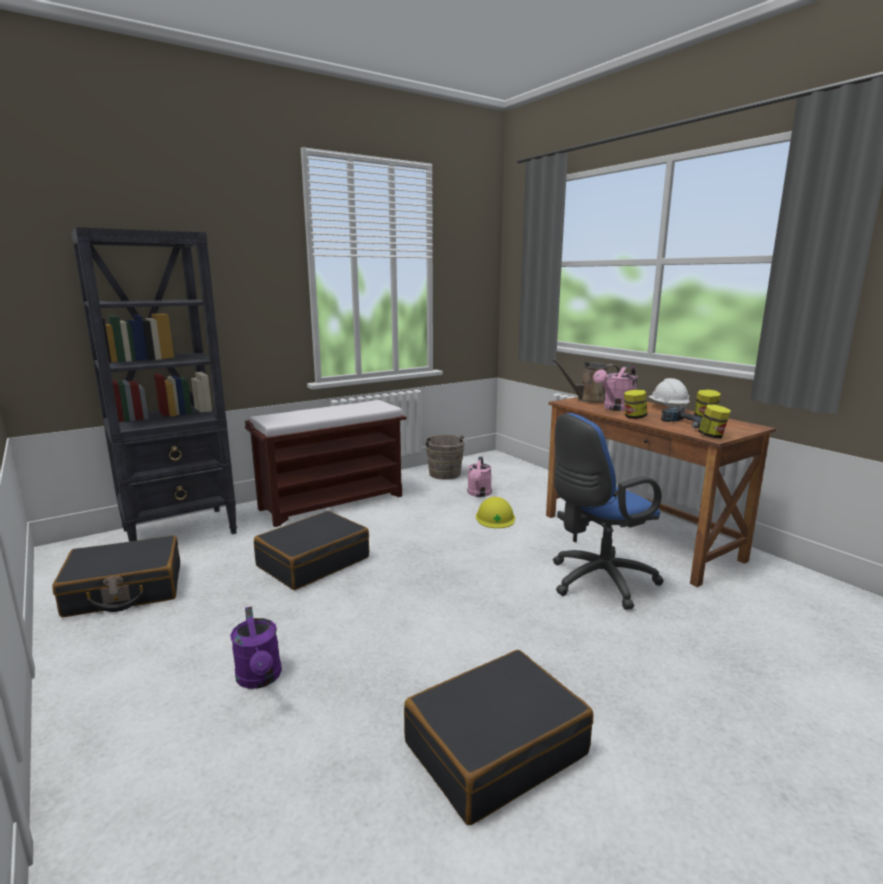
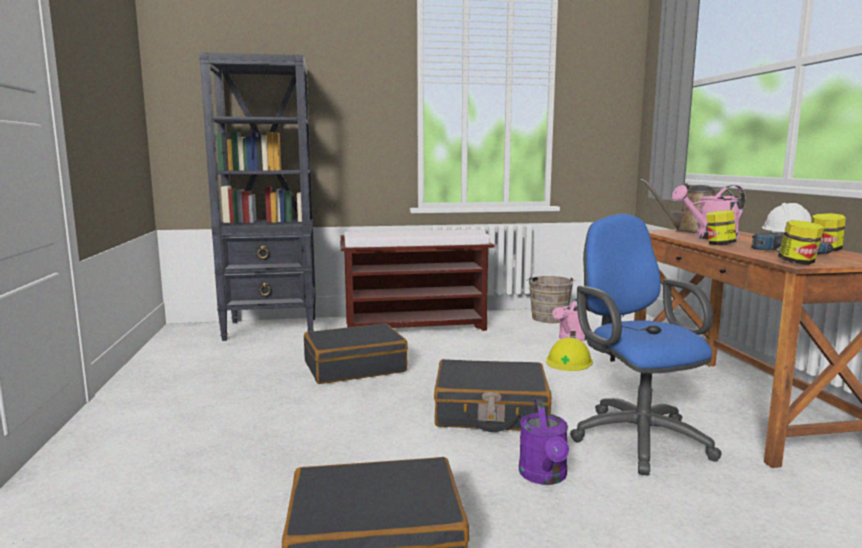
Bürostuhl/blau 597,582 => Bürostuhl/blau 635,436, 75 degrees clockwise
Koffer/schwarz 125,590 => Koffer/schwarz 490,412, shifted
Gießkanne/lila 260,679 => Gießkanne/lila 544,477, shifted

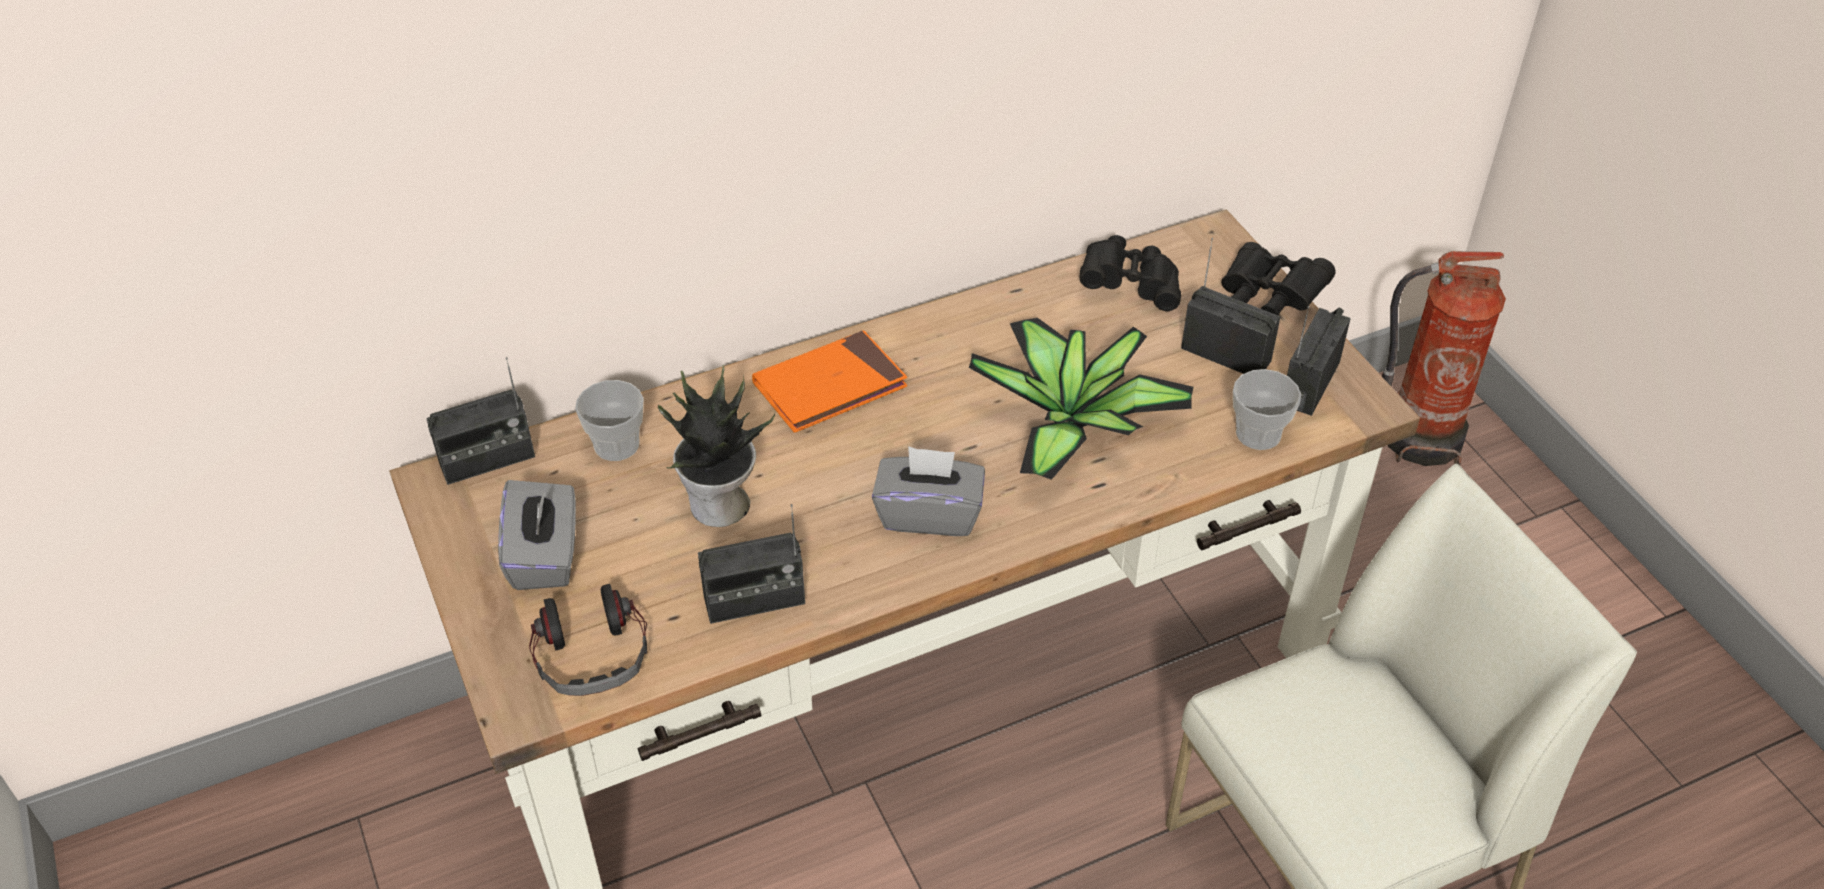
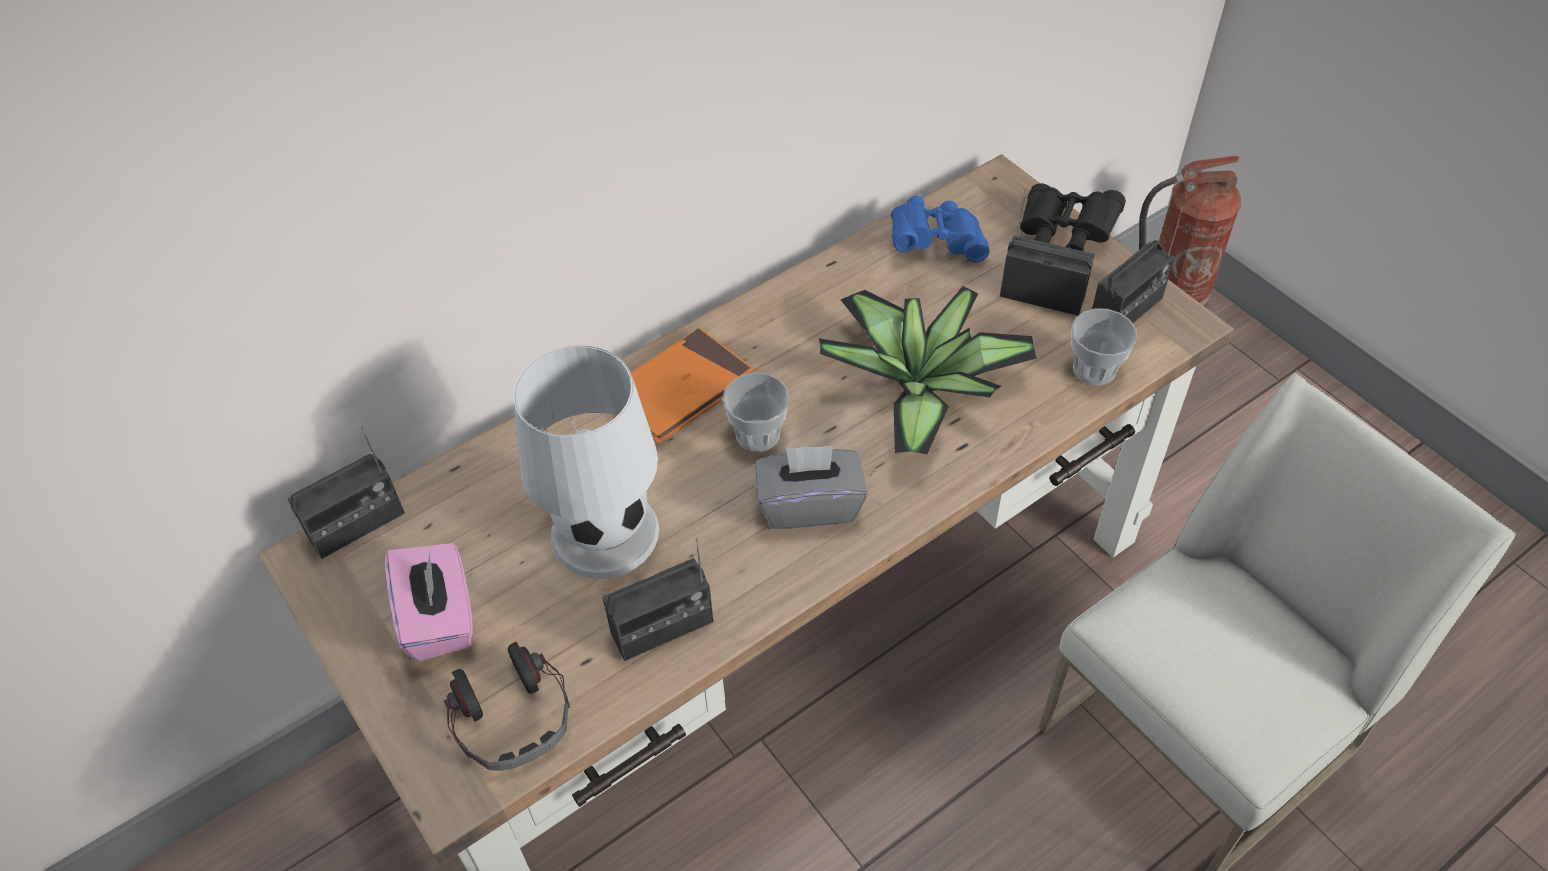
Fernglas/schwarz 1130,286 => Fernglas/blau 936,242
Radio 1309,383 => Radio 1126,311, 150 degrees counterclockwise
Topfpflanze 720,507 => Tischlampe/weiß 604,533
Tasse 616,445 => Tasse 758,434, shifted
Taschentuchbox/grau 545,556 => Taschentuchbox/rosa 439,619

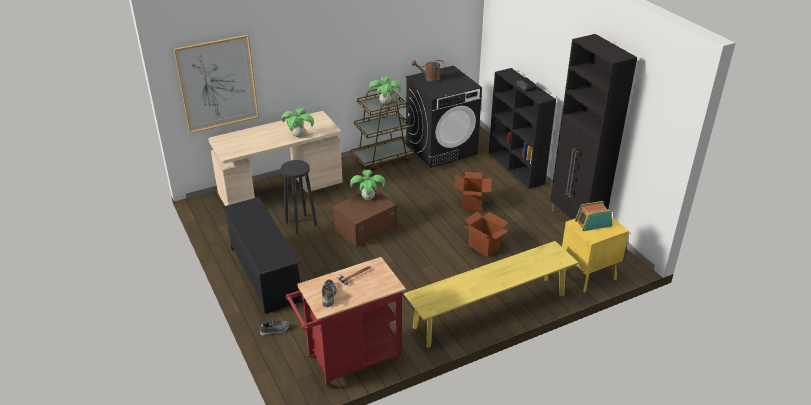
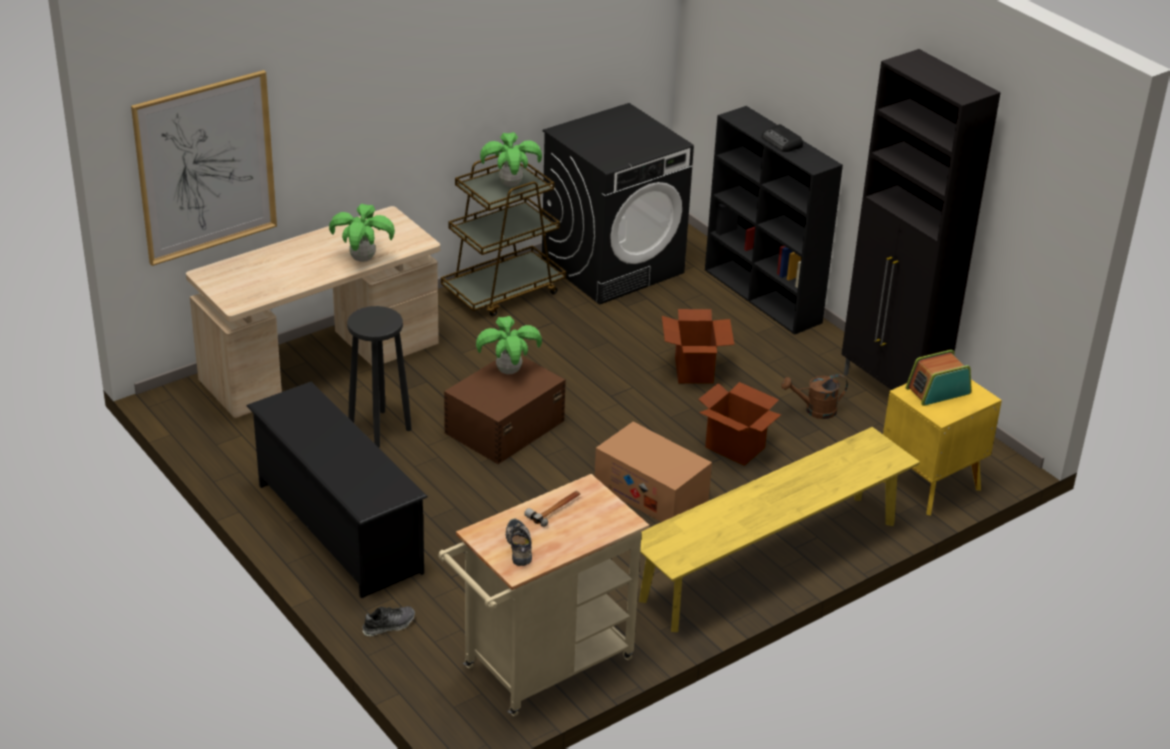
Gießkanne/braun 429,79 => Gießkanne/braun 815,410, shifted
Rollwagen/rot 349,362 => Rollwagen/beige 540,668
nothing => Karton 651,492

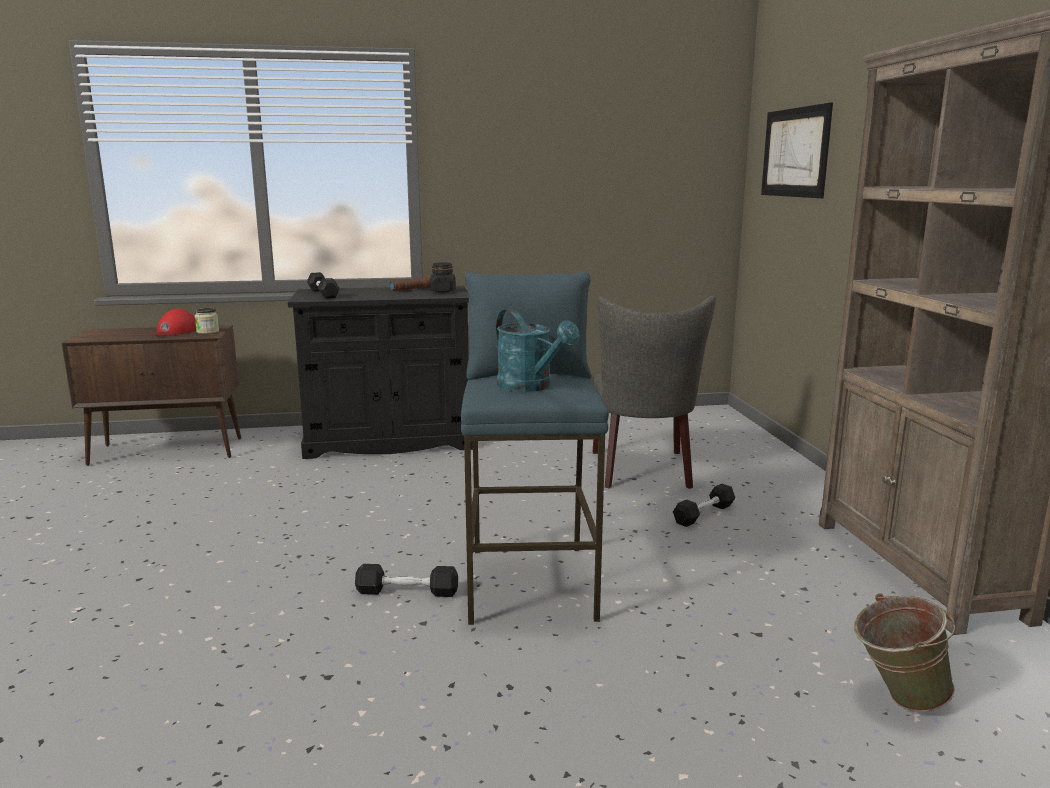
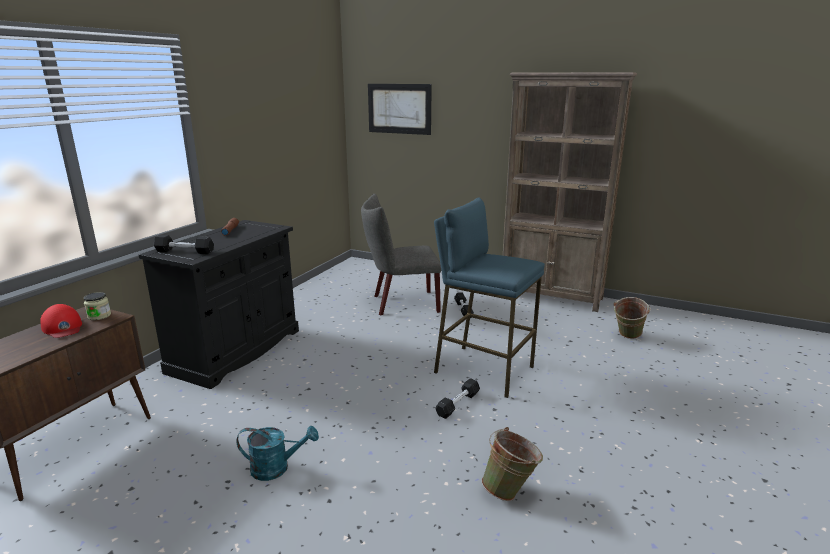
Vorratsglas/schwarz 443,291 => nothing
Stuhl/grau 643,472 => Stuhl/grau 401,303, 135 degrees clockwise
Gießkanne/türkis 531,387 => Gießkanne/türkis 277,468, shifted
nothing => Eimer/grün 510,490

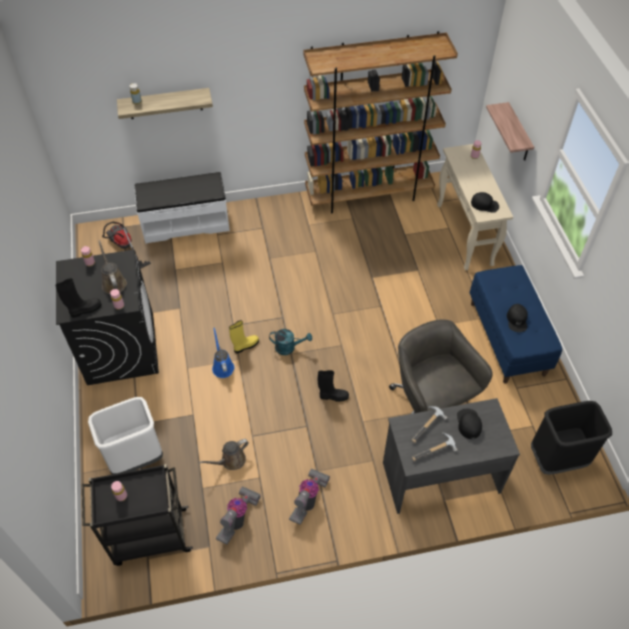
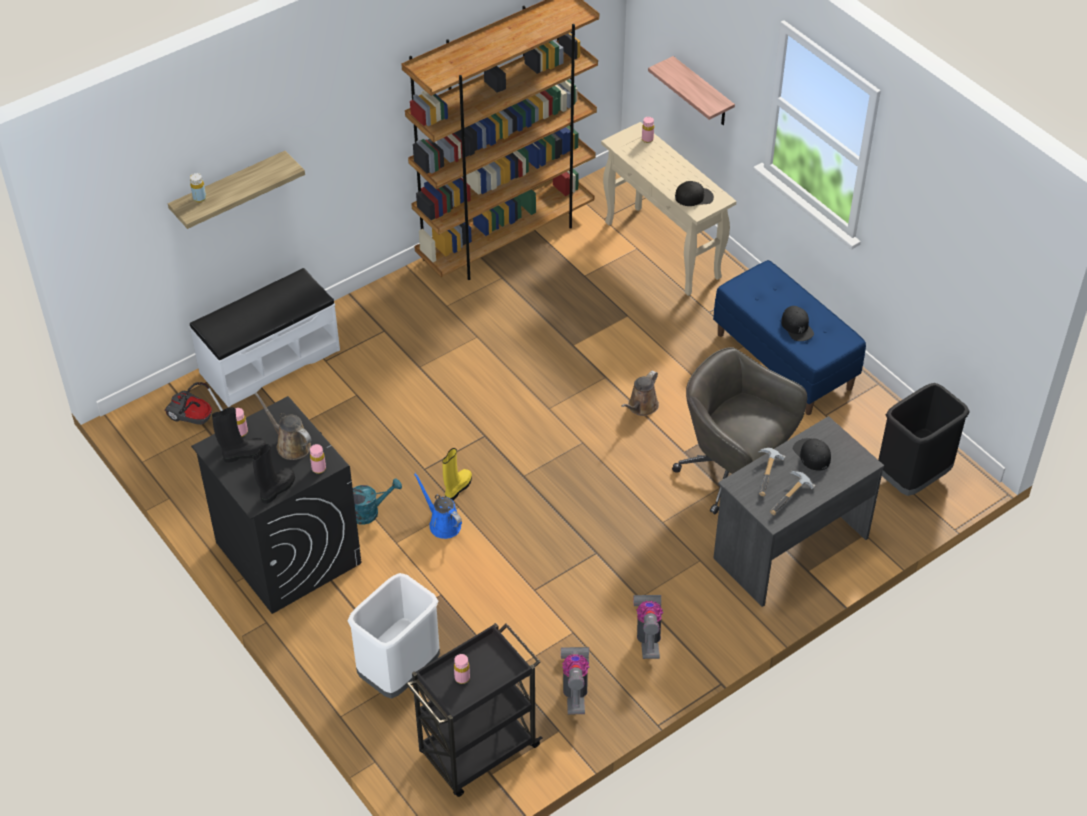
Gießkanne/türkis 289,347 => Gießkanne/türkis 369,512, shifted
Stiefel/schwarz 333,396 => Stiefel/schwarz 243,454, shifted
Gießkanne/braun 231,461 => Gießkanne/braun 641,407, shifted

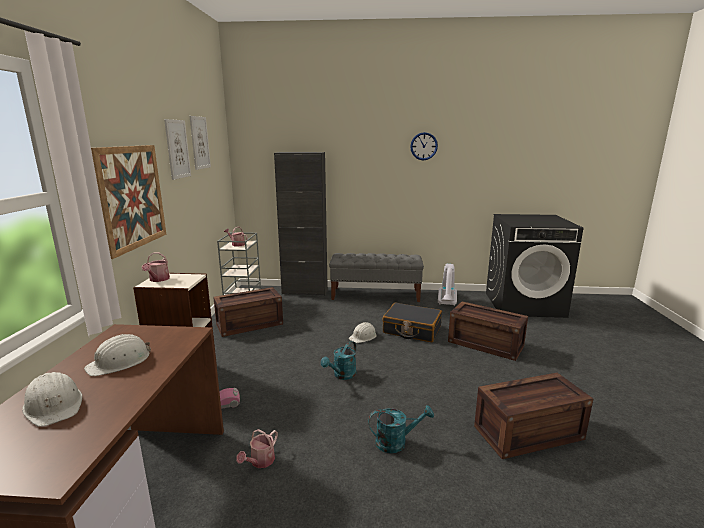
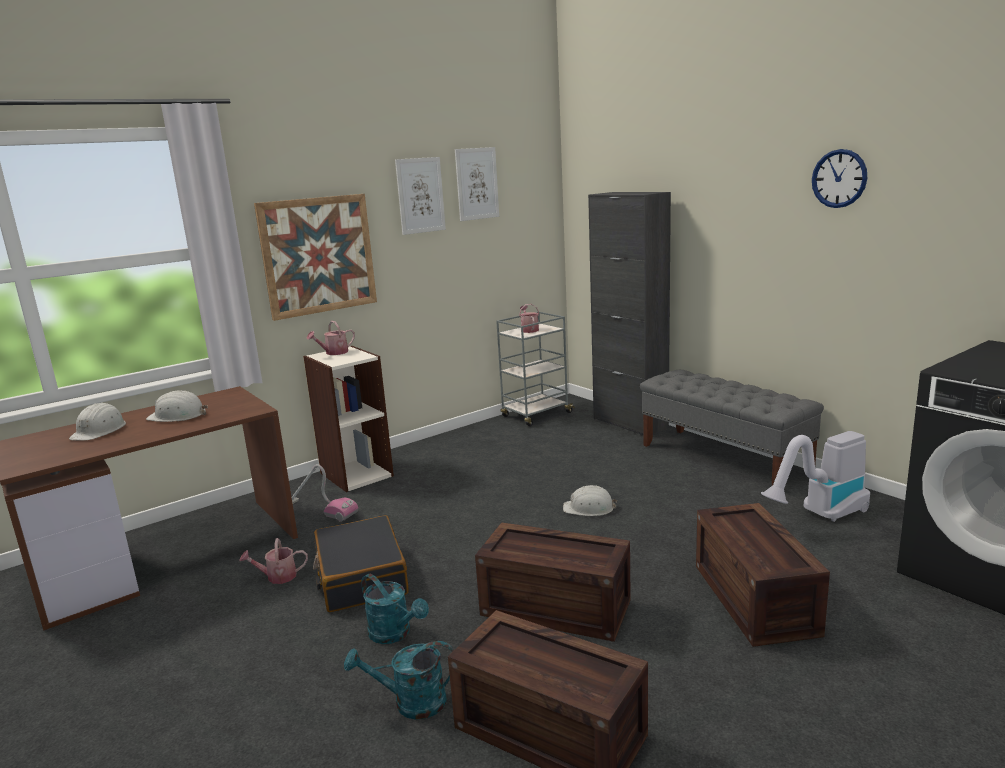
Kiste 250,324 => Kiste 558,607, shifted
Koffer/schwarz 411,330 => Koffer/schwarz 361,577, shifted
Gießkanne/türkis 342,375 => Gießkanne/türkis 410,703, shifted

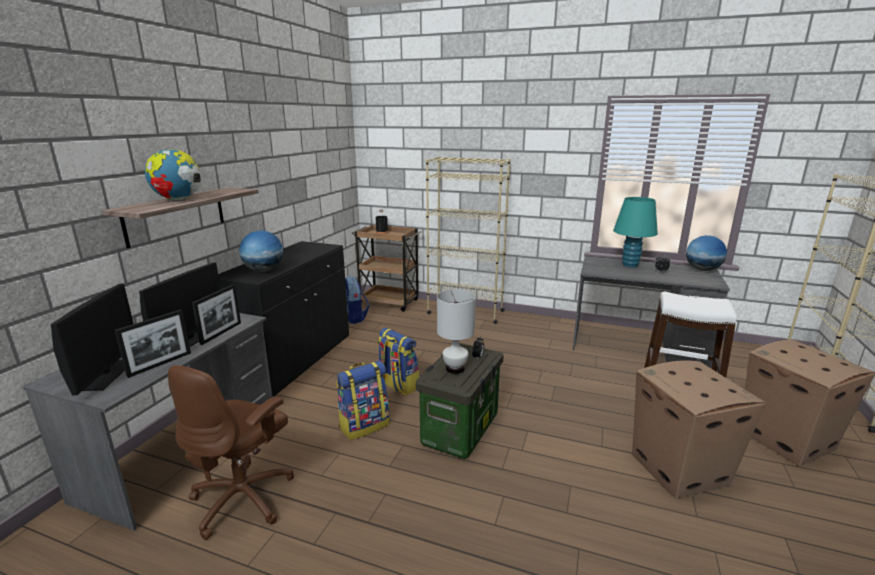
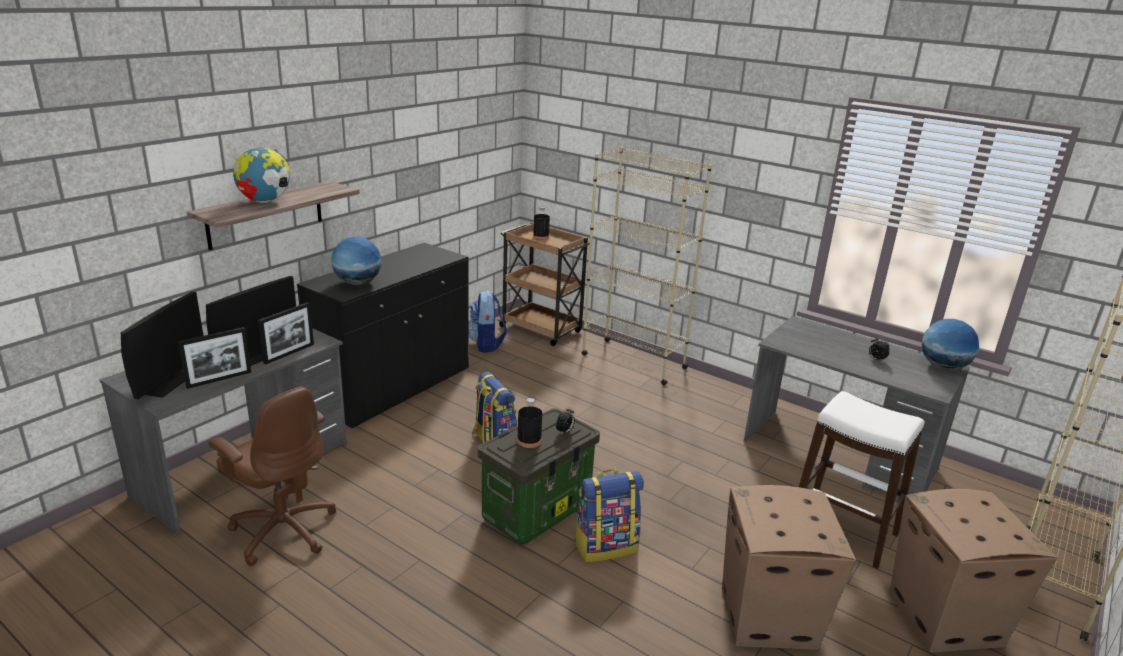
Tischlampe/türkis 630,265 => nothing
Tischlampe/weiß 455,369 => Flasche/schwarz 529,441
Rucksack 364,425 => Rucksack 606,546, shifted
Bürostuhl/braun 244,498 => Bürostuhl/braun 283,530, 90 degrees counterclockwise

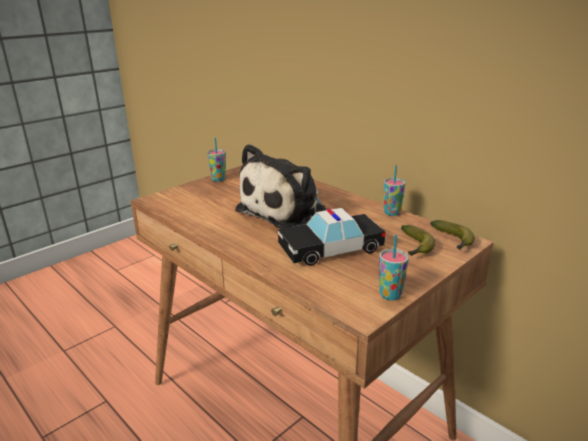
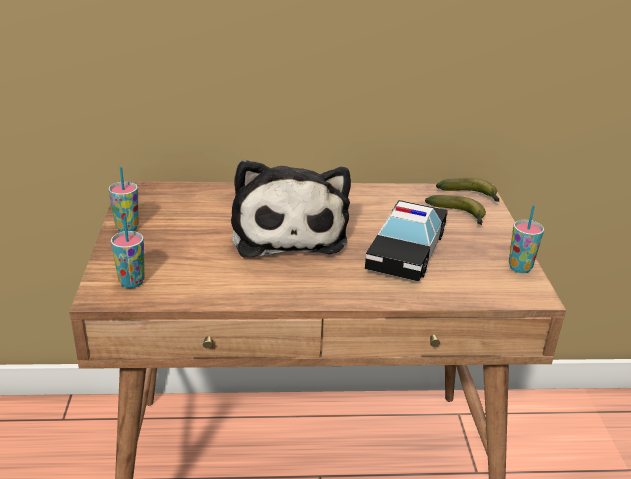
Tasse 391,213 => Tasse 131,282, shifted

